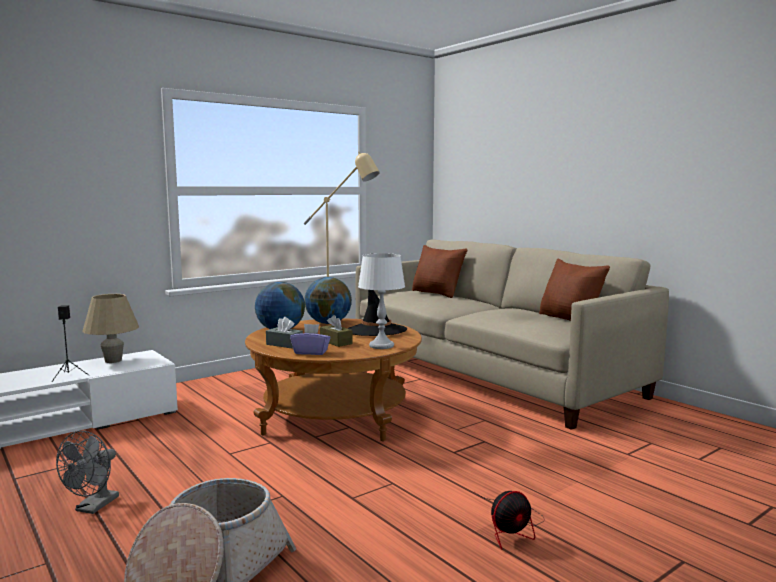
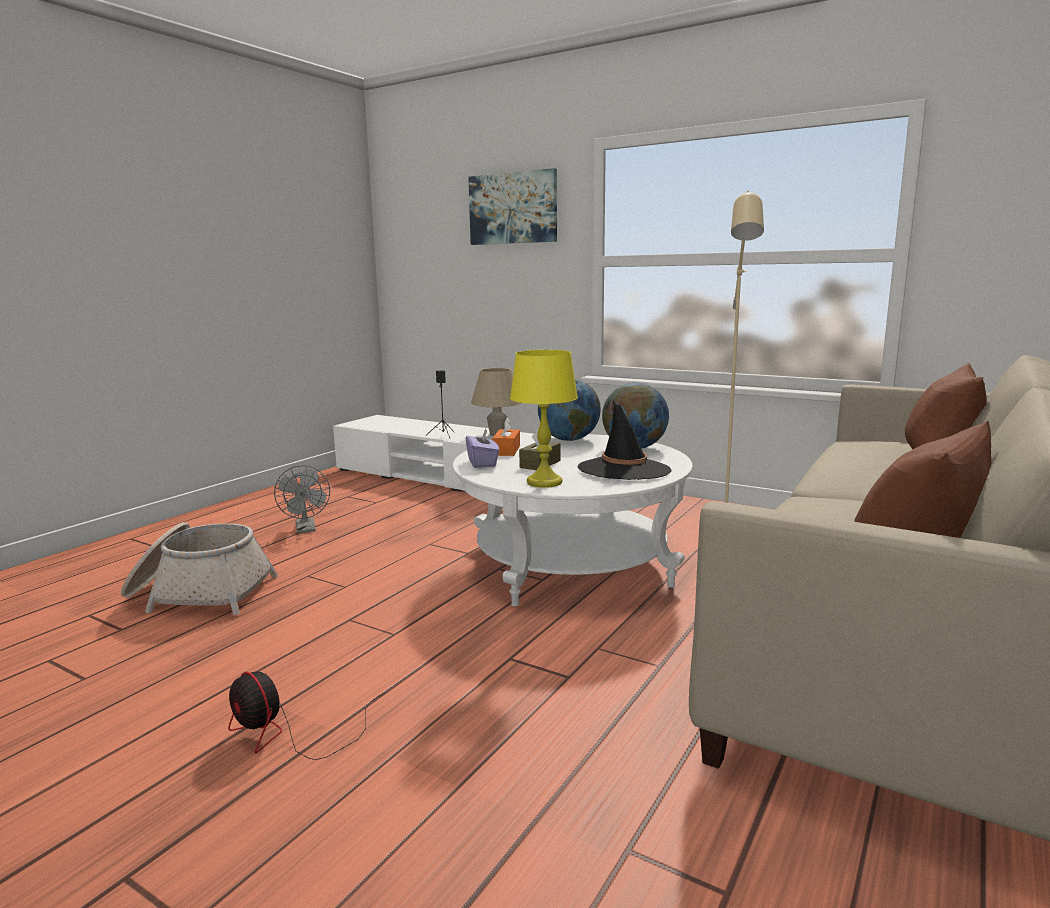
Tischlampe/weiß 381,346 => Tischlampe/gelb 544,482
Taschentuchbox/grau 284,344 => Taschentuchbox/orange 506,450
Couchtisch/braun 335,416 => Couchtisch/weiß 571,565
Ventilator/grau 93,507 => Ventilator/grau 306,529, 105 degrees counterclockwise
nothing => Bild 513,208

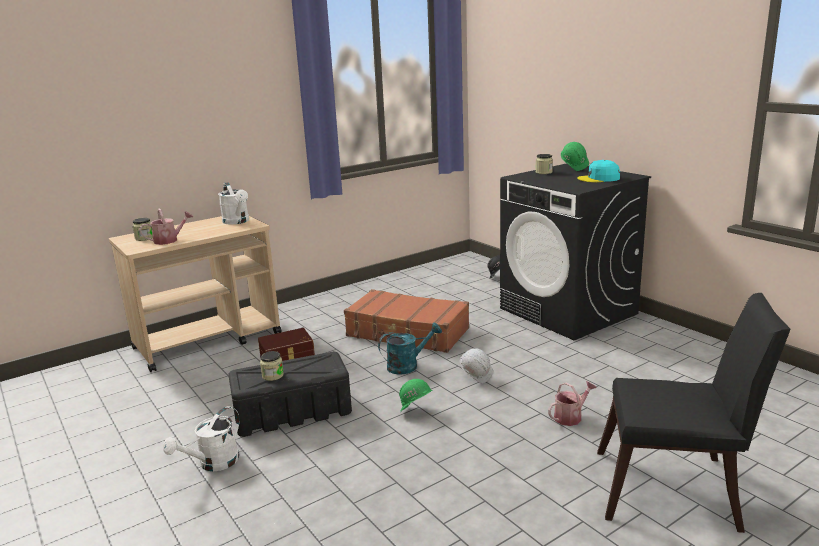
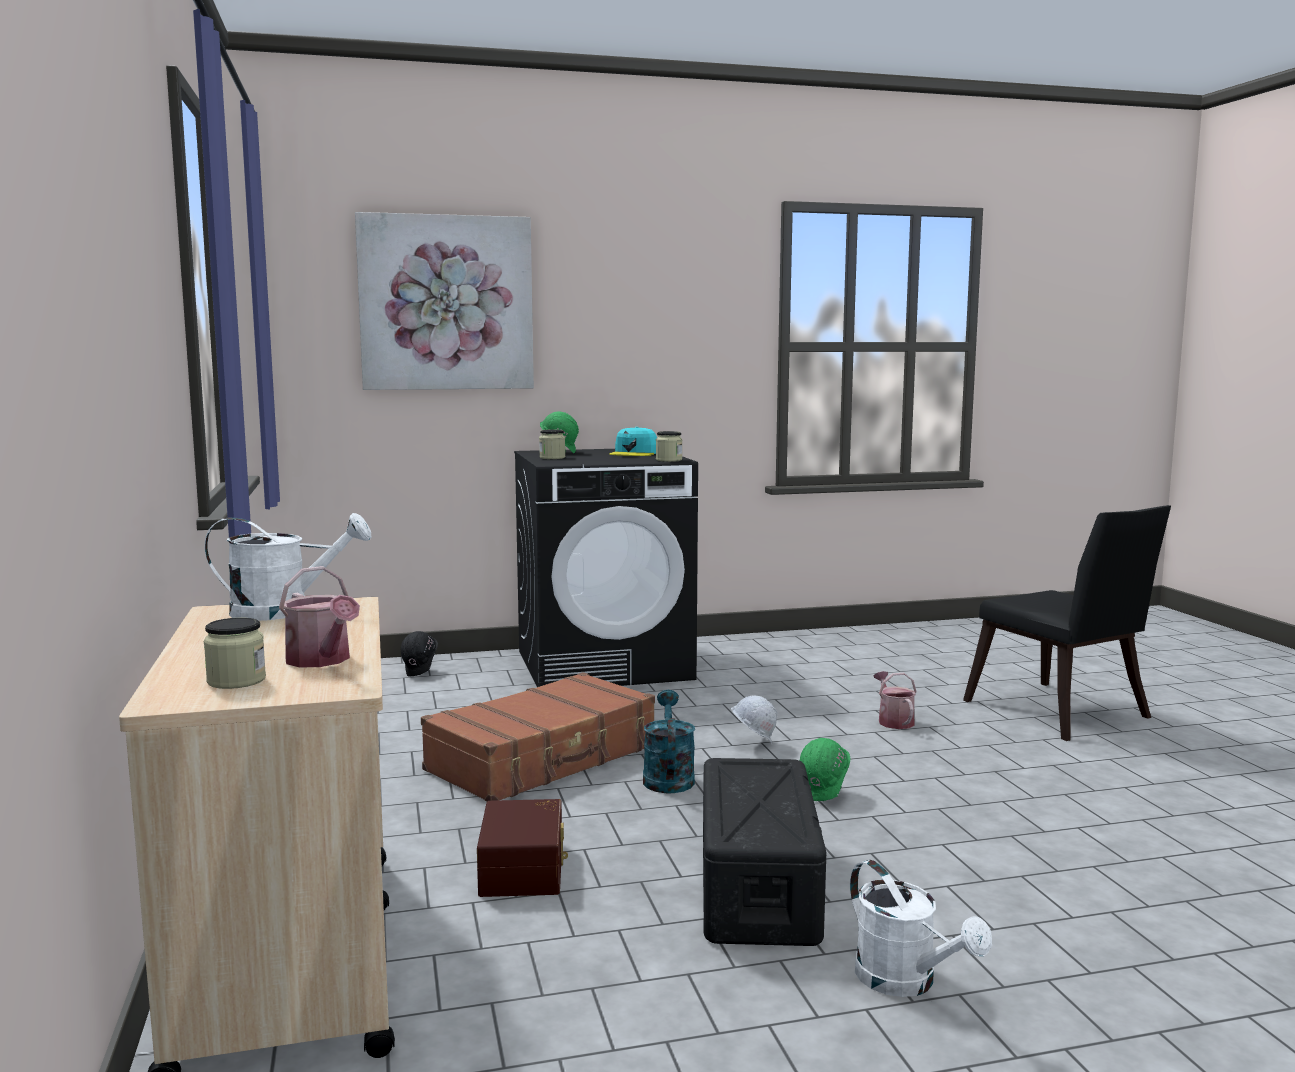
Gießkanne 169,240 => Gießkanne 322,660, 150 degrees clockwise
Stuhl/schwarz 676,491 => Stuhl/schwarz 1062,714, 120 degrees clockwise
Vorratsglas 273,375 => Vorratsglas 669,460, shifted
nothing => Bild 446,303

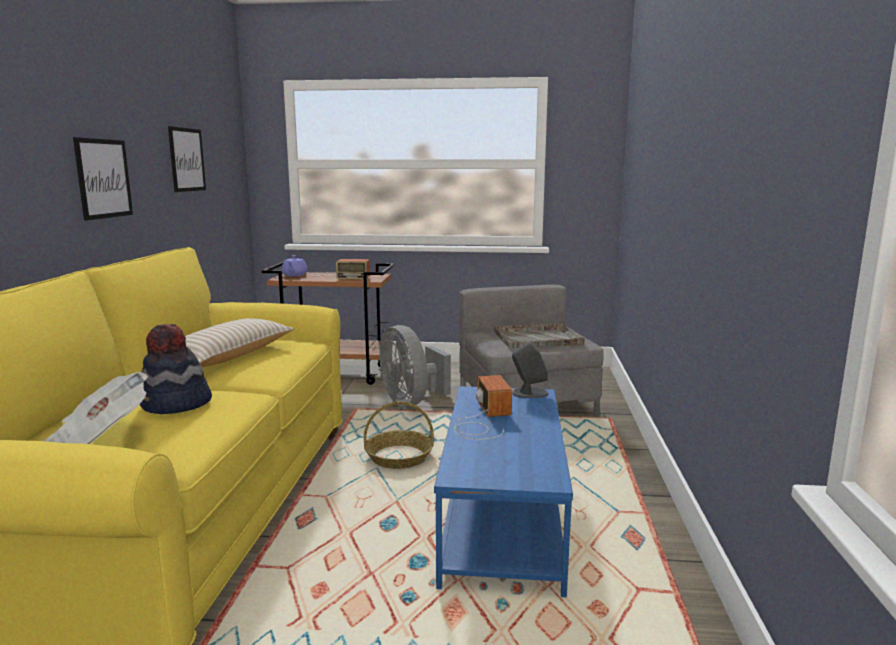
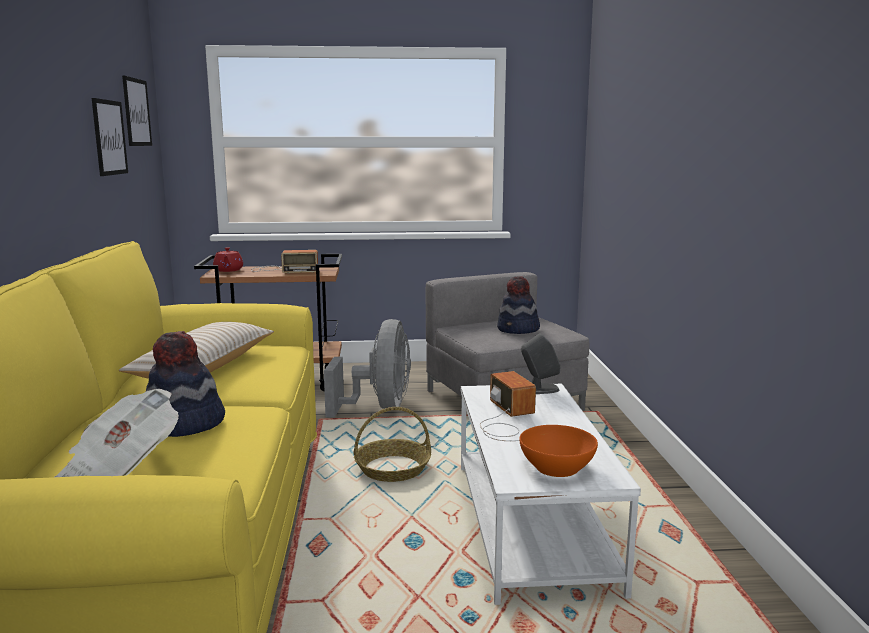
Bild 103,178 => Bild 136,112, shifted
Teekanne/lila 294,275 => Teekanne/rot 228,270
Tablett/grau 538,338 => Hut 518,330
Ventilator/grau 411,402 => Ventilator/grau 379,408, 135 degrees counterclockwise
Couchtisch/blau 501,517 => Couchtisch/weiß 530,523
nothing => Schüssel/orange 556,467

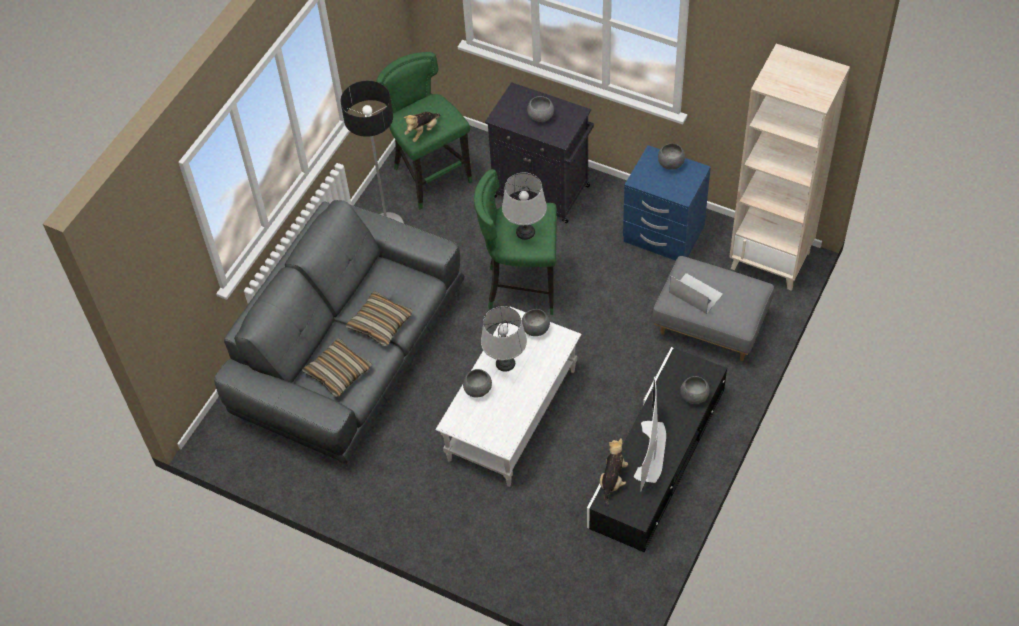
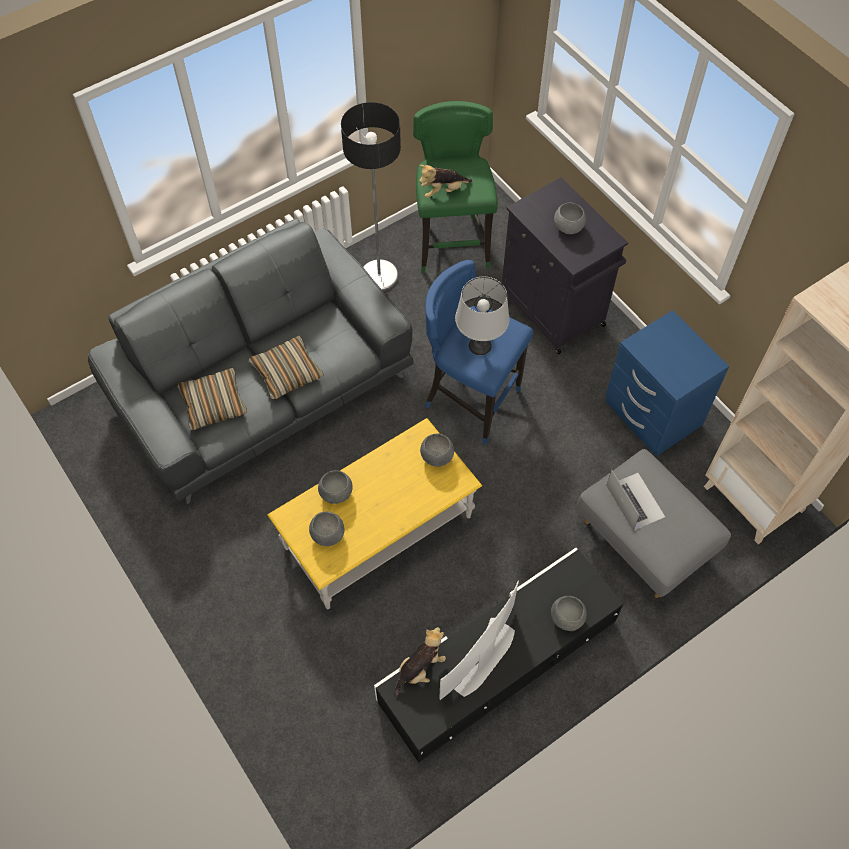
Schüssel/grau 670,164 => Schüssel/grau 328,534, shifted
Hocker/grün 521,287 => Hocker/blau 471,400
Tischlampe/grau 505,363 => nothing
Couchtisch/weiß 512,414 => Couchtisch/gelb 378,532

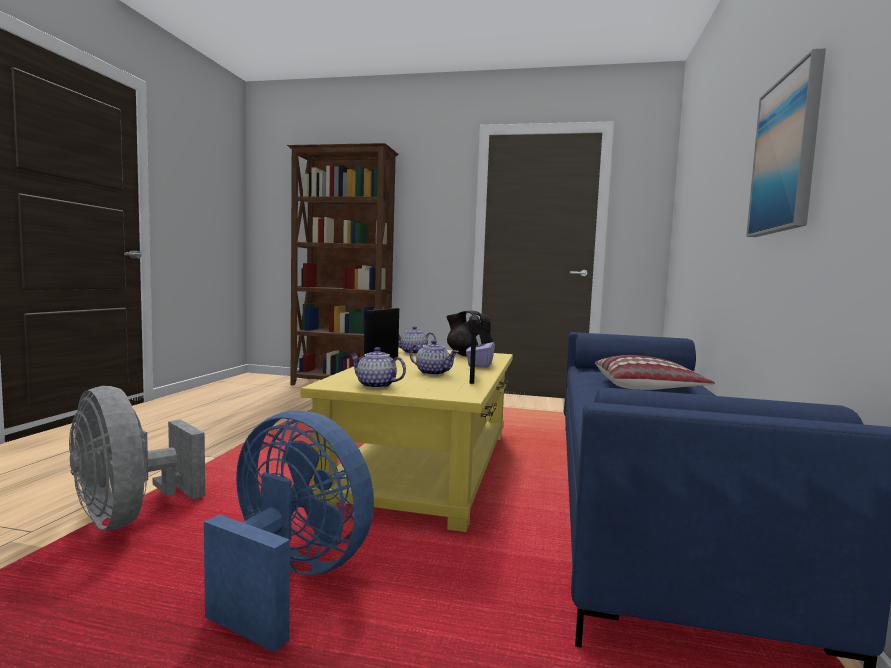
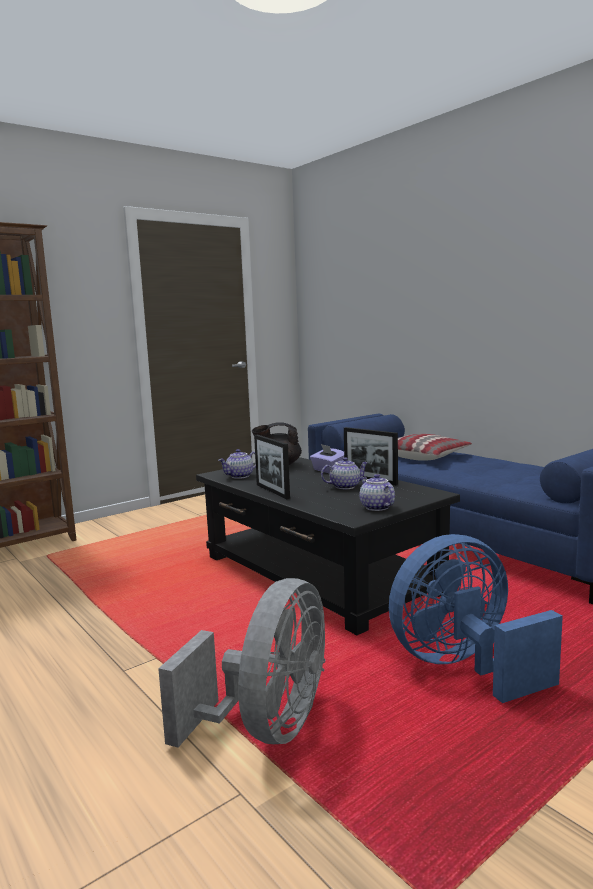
Bild 786,155 => nothing
Teekanne 375,386 => Teekanne 376,507, 90 degrees clockwise
Couchtisch/gelb 425,467 => Couchtisch/schwarz 318,574
Ventilator/grau 129,517 => Ventilator/grau 268,727, 60 degrees counterclockwise

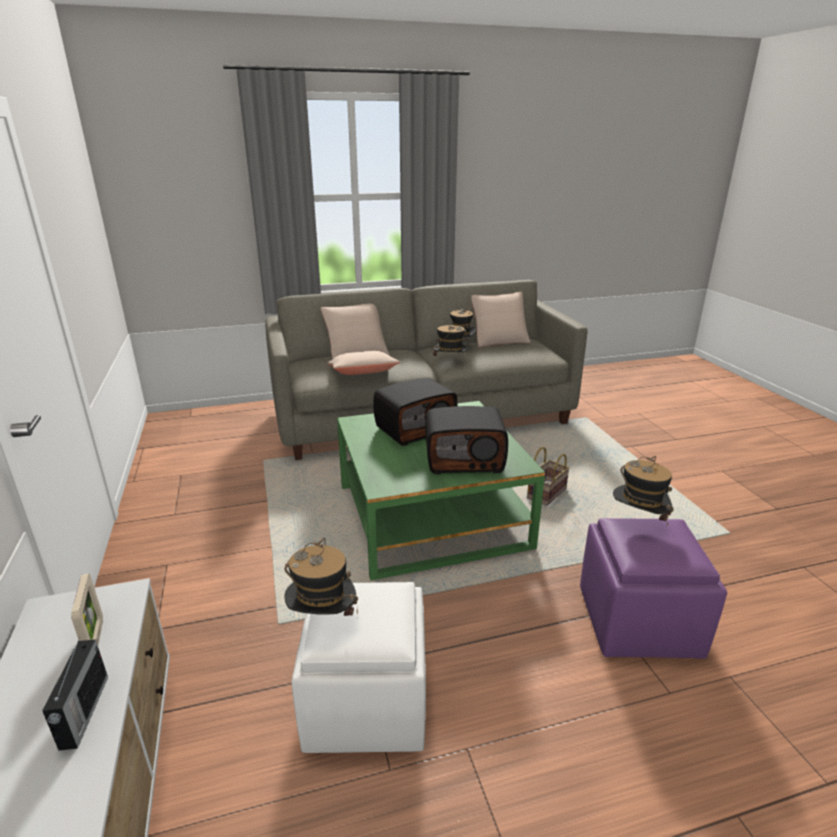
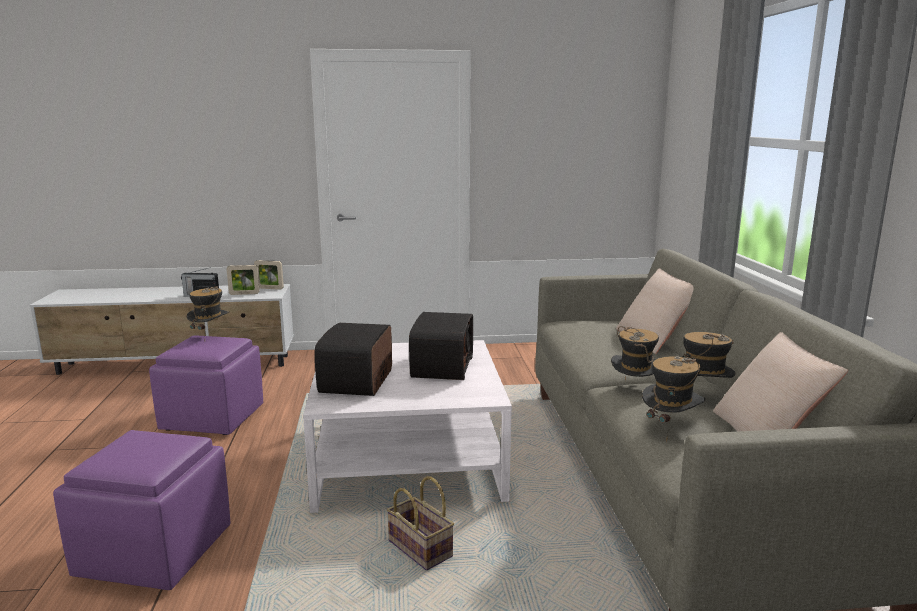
Kissen/beige 363,375 => nothing
Radio 415,429 => Radio 441,367, 150 degrees counterclockwise
Couchtisch/grün 431,515 => Couchtisch/weiß 408,459
Hut 637,522 => Hut 670,429, shifted
Polsterhocker/weiß 365,701 => Polsterhocker/lila 214,417
nothing => Bilderrahmen 270,288

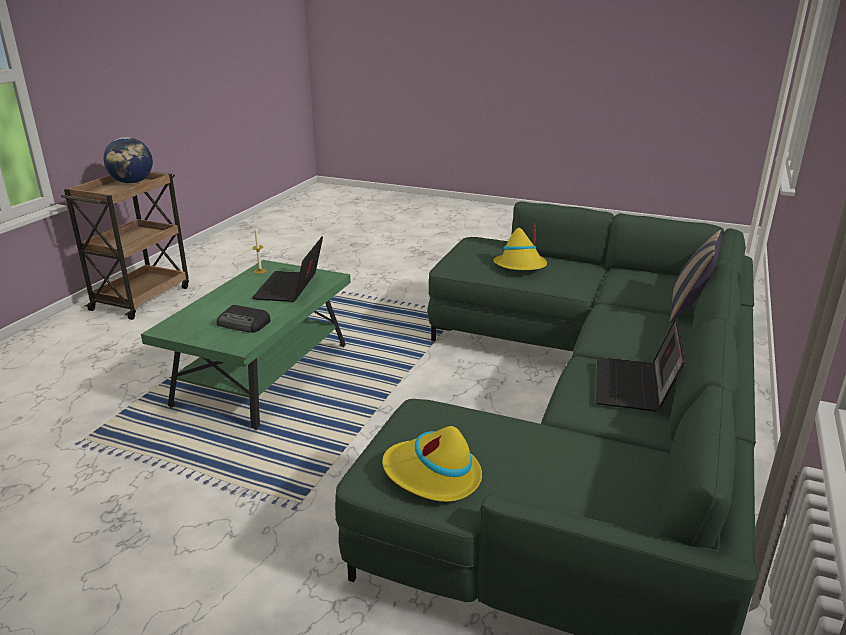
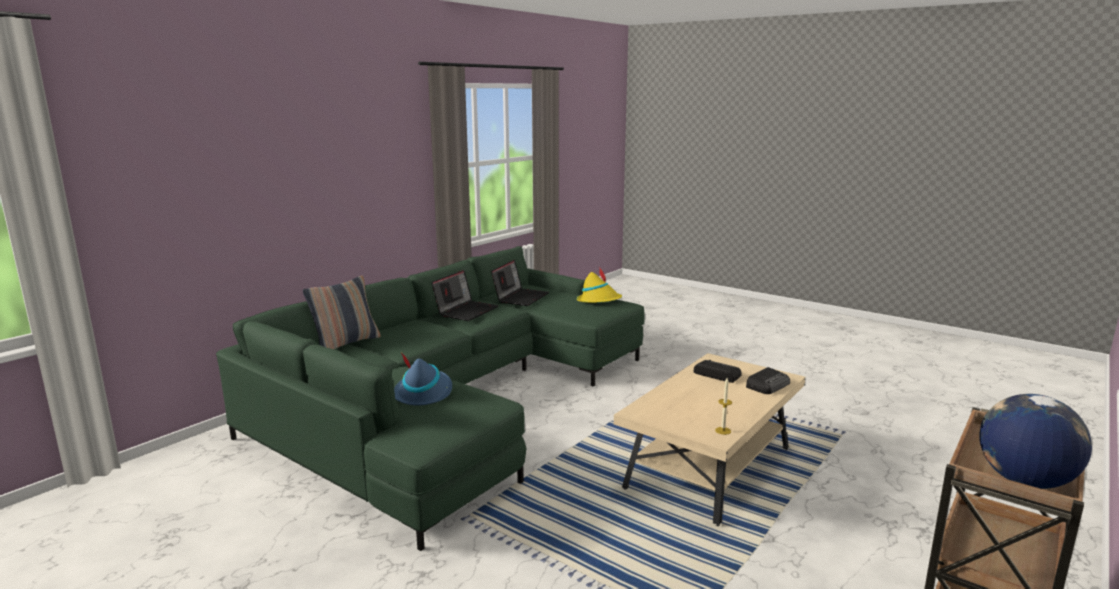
Hut/gelb 521,266 => Hut/blau 423,393
Laptop 290,288 => Laptop 520,297, shifted
Couchtisch/grün 263,374 => Couchtisch/beige 710,469
nothing => Radio 768,385

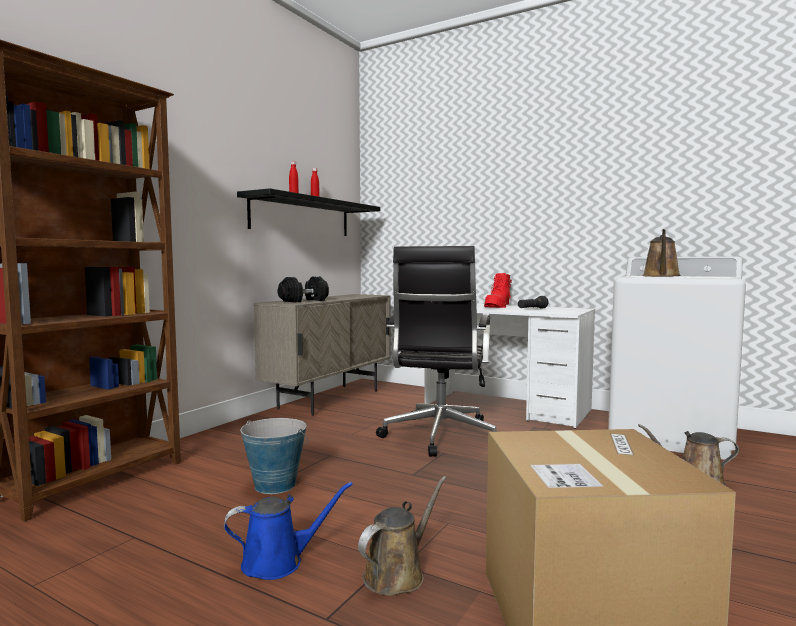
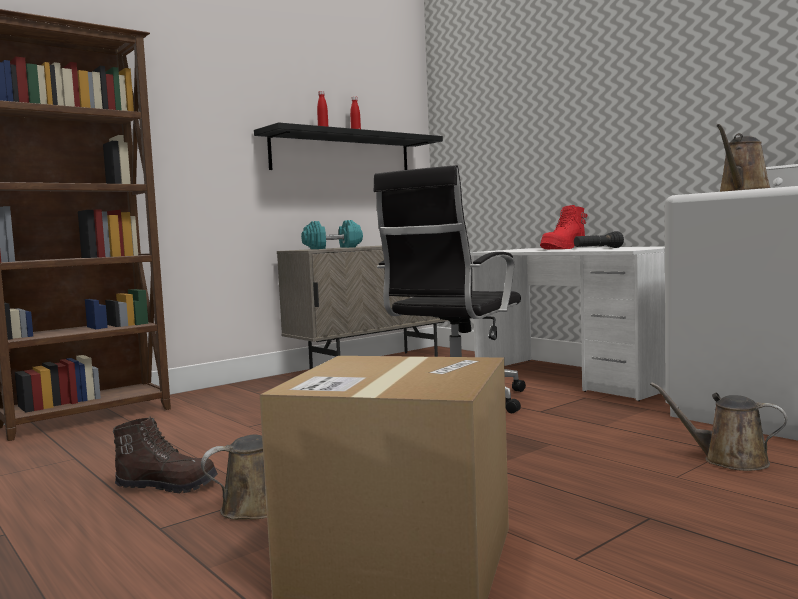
Hantel/schwarz 304,301 => Hantel/türkis 333,248
Eimer 275,485 => nothing
Gießkanne/blau 278,562 => Stiefel/braun 168,486

